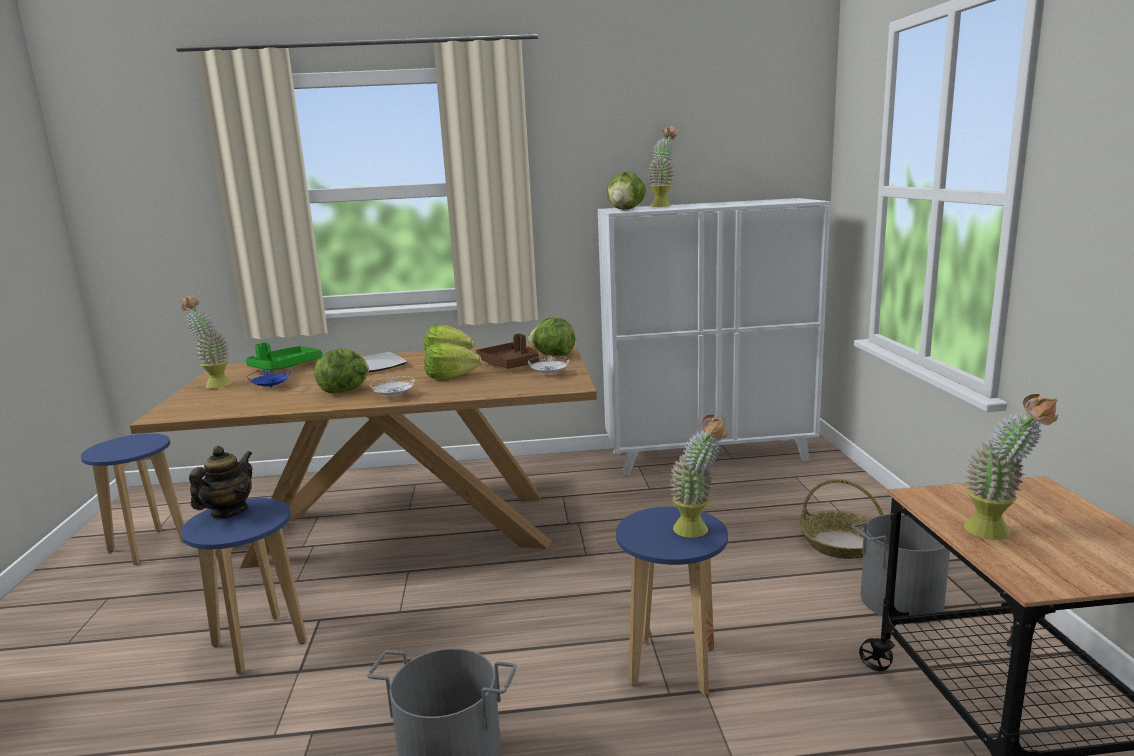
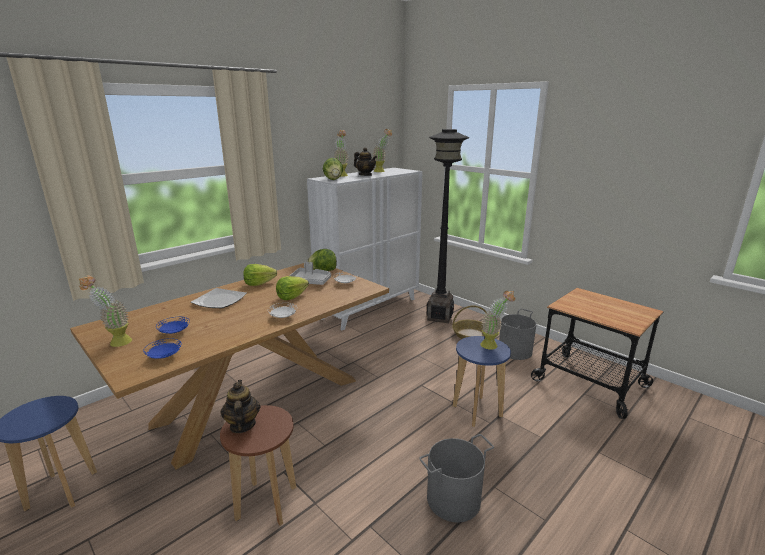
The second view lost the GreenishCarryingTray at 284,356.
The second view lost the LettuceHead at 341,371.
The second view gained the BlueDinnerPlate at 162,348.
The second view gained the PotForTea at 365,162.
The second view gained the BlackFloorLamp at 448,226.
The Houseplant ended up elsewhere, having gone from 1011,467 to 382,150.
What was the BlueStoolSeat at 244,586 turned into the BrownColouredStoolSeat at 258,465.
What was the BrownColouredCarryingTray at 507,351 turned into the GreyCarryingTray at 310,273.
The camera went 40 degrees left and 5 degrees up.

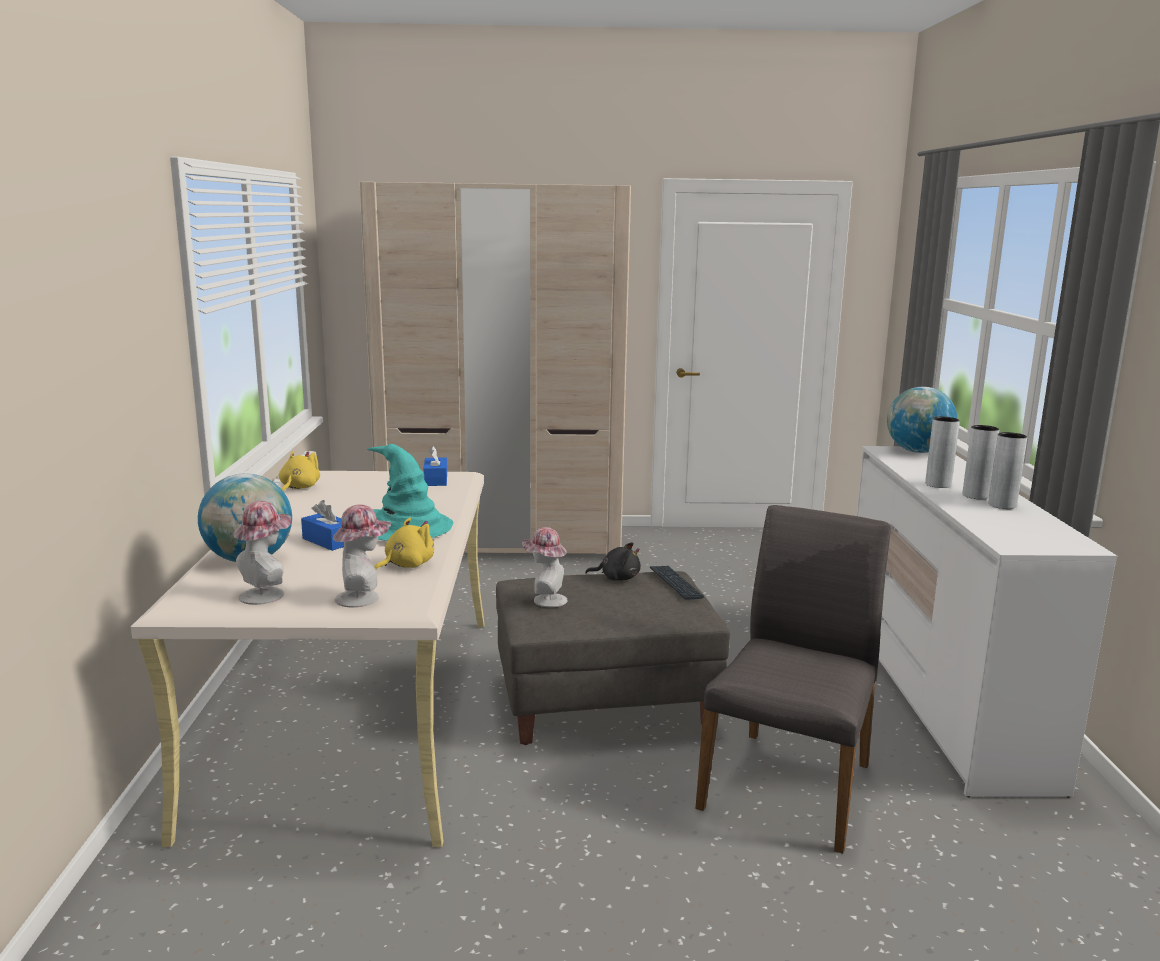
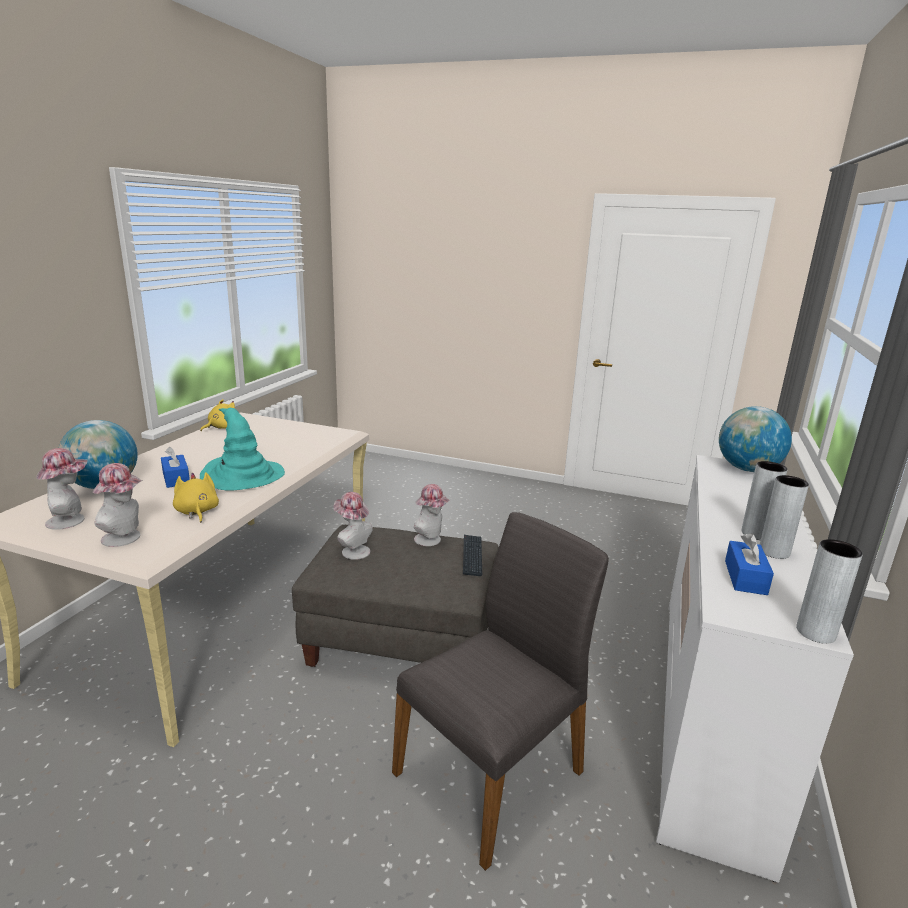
The second view lost the BeigeWardrobe at 495,368.
The BlueBoxOfTissues ended up elsewhere, having gone from 435,466 to 749,564.
The GreyDecorativeVase ended up elsewhere, having gone from 942,452 to 829,591.
Where the BlackSoftToy stood at 613,561, the ClothingHat came to stand at 432,515.
The YellowishSoftToy at 404,543 ended up facing another way, 90 degrees counterclockwise from before.
The camera went 20 degrees right and 5 degrees up.

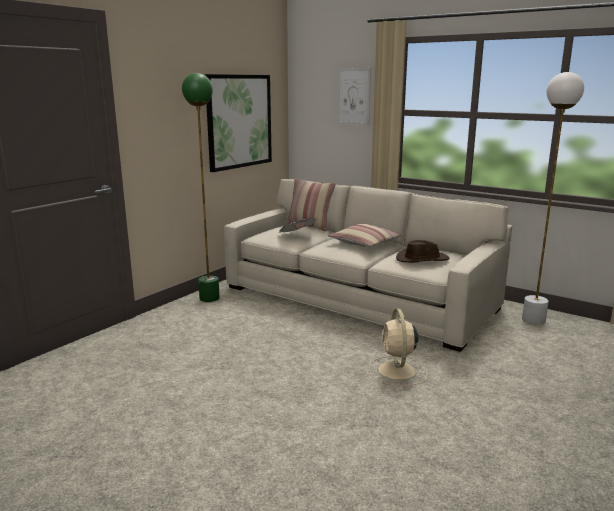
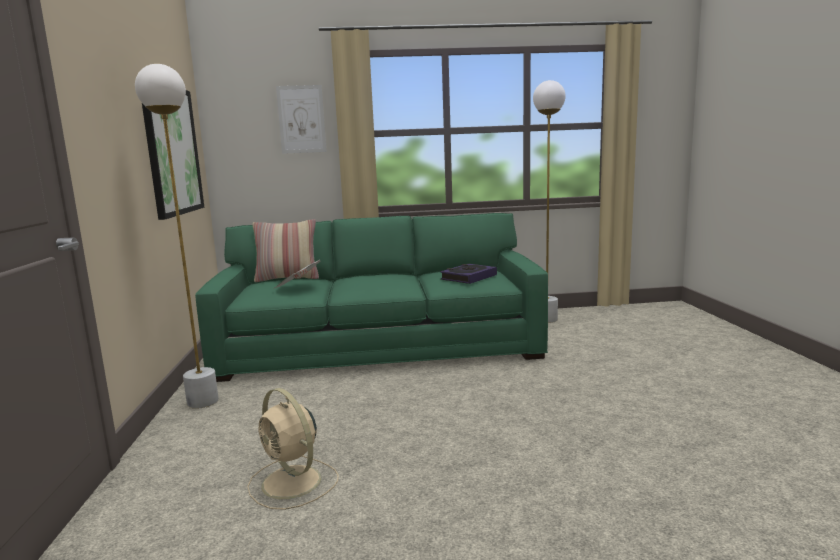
The second view lost the Cushion at 365,235.
The BeigeFan ended up elsewhere, having gone from 398,347 to 293,449.
Where the BrownColouredClothingHat stood at 422,251, the BoundBook came to stand at 468,274.
What was the GreenishFloorLamp at 201,187 turned into the WhiteFloorLamp at 177,236.
What was the BeigeSofa at 368,265 turned into the GreenishSofa at 371,297.
The camera went 40 degrees left and 5 degrees down.

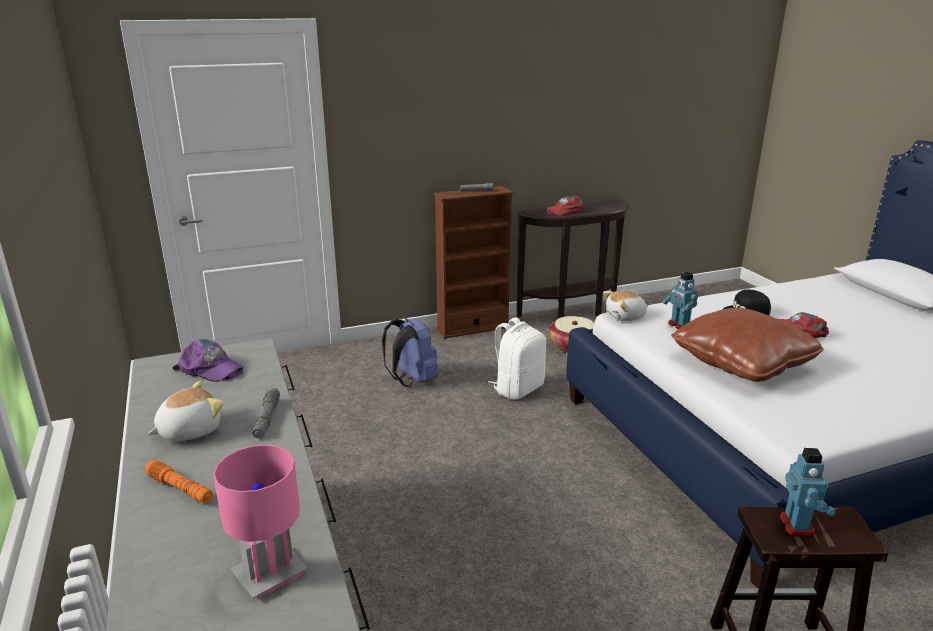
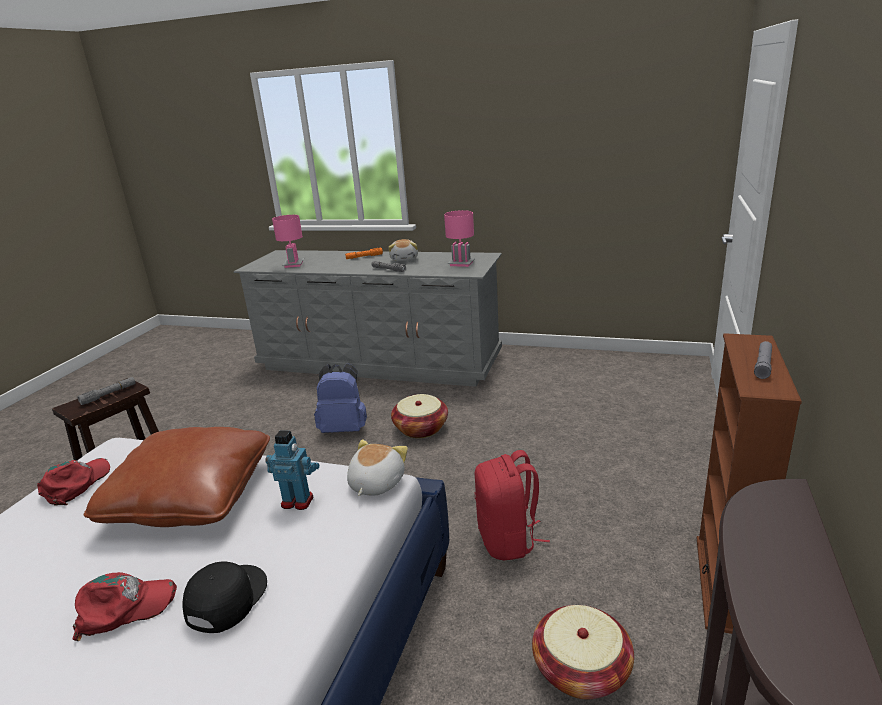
The second view gained the StorageBasket at 419,416.
The BlueKnapsack ended up elsewhere, having gone from 410,352 to 340,398.
The RedBaseballCap ended up elsewhere, having gone from 565,205 to 73,482.
Where the PurpleColouredBaseballCap stood at 207,360, the PinkColouredLampForATable came to stand at 459,238.
Where the ToyRobot stood at 807,492, the GreyTorch came to stand at 107,391.
What was the WhiteKnapsack at 517,358 turned into the RedKnapsack at 512,505.
The camera went 130 degrees right and 0 degrees up.

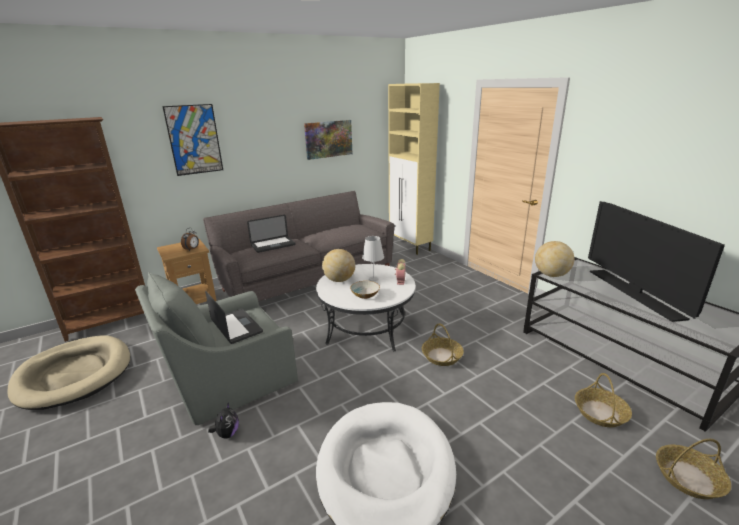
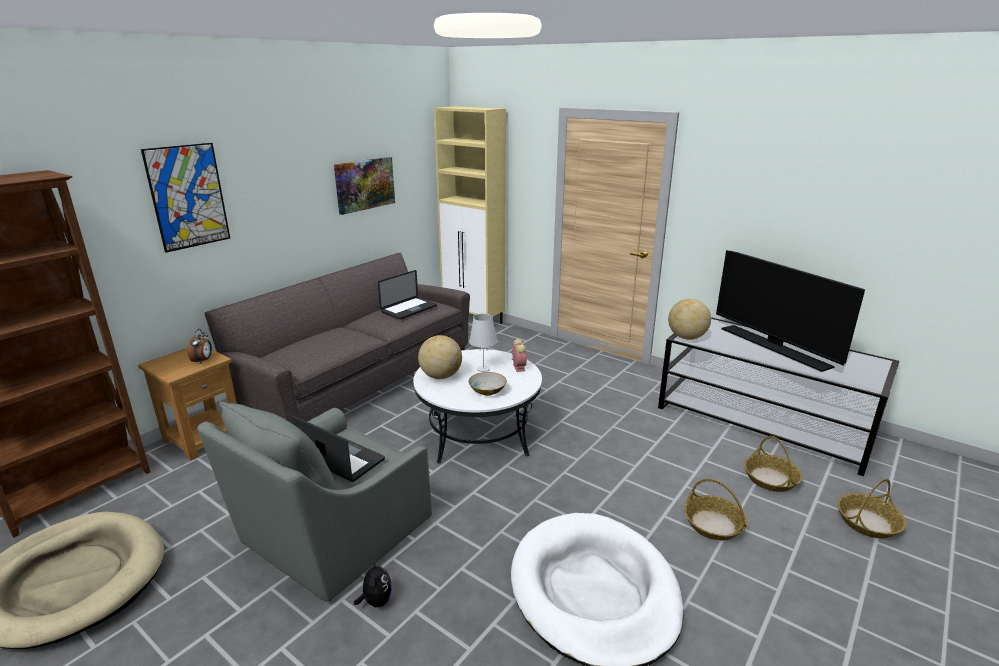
The NotebookComputer ended up elsewhere, having gone from 271,234 to 407,295.
The StorageBasket ended up elsewhere, having gone from 443,345 to 716,510.
The camera went 20 degrees left and 0 degrees up.

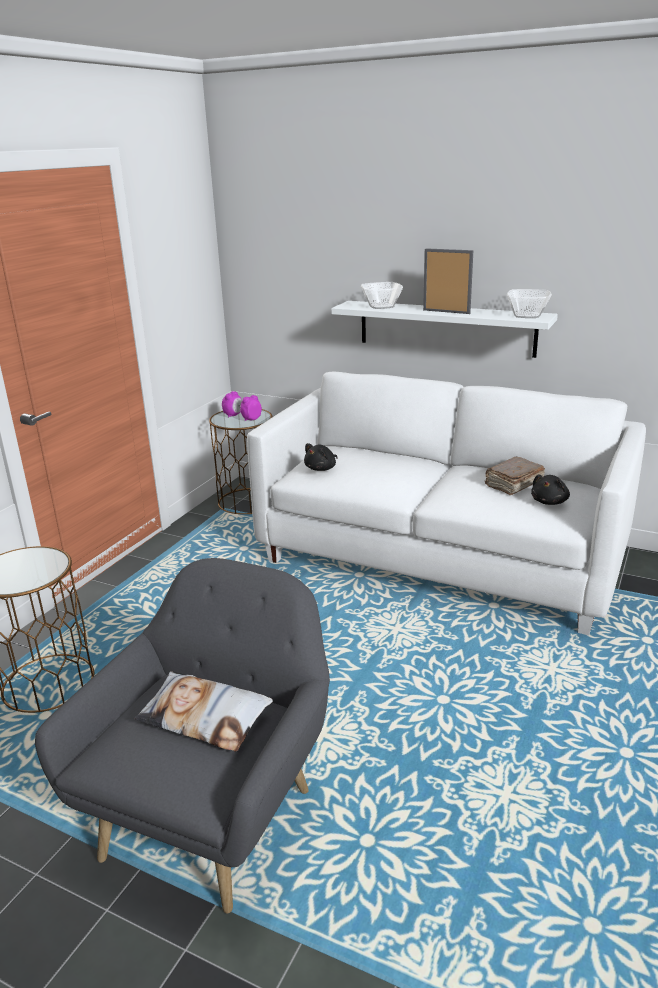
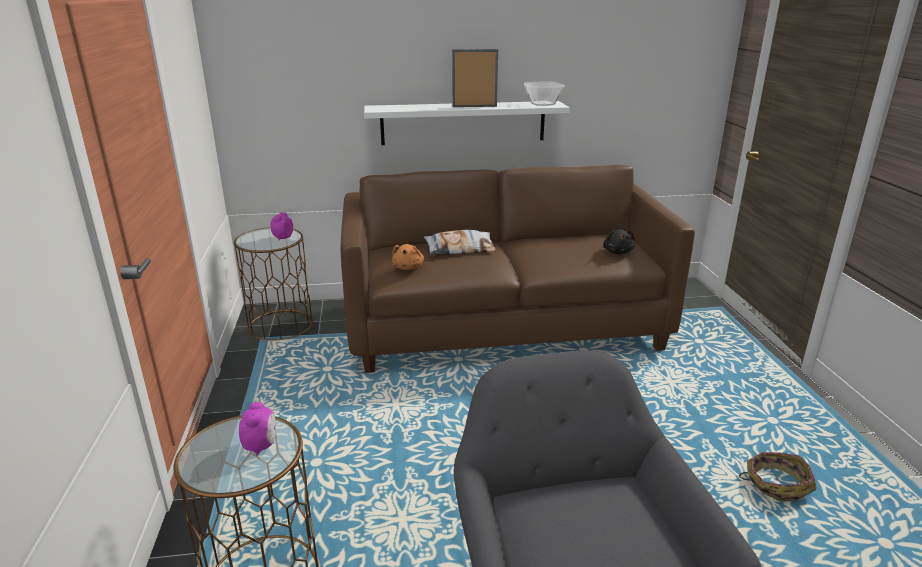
The second view lost the Bowl at 382,295.
The second view lost the BrownColouredBoundBook at 515,476.
The second view gained the StorageBasket at 777,476.
The Cushion ended up elsewhere, having gone from 203,711 to 460,242.
The TableClock ended up elsewhere, having gone from 232,404 to 257,429.
What was the WhiteSofa at 446,503 turned into the BrownColouredSofa at 517,269.
What was the BlackSoftToy at 321,457 turned into the OrangeySoftToy at 408,257.
The camera went 35 degrees left and 0 degrees up.

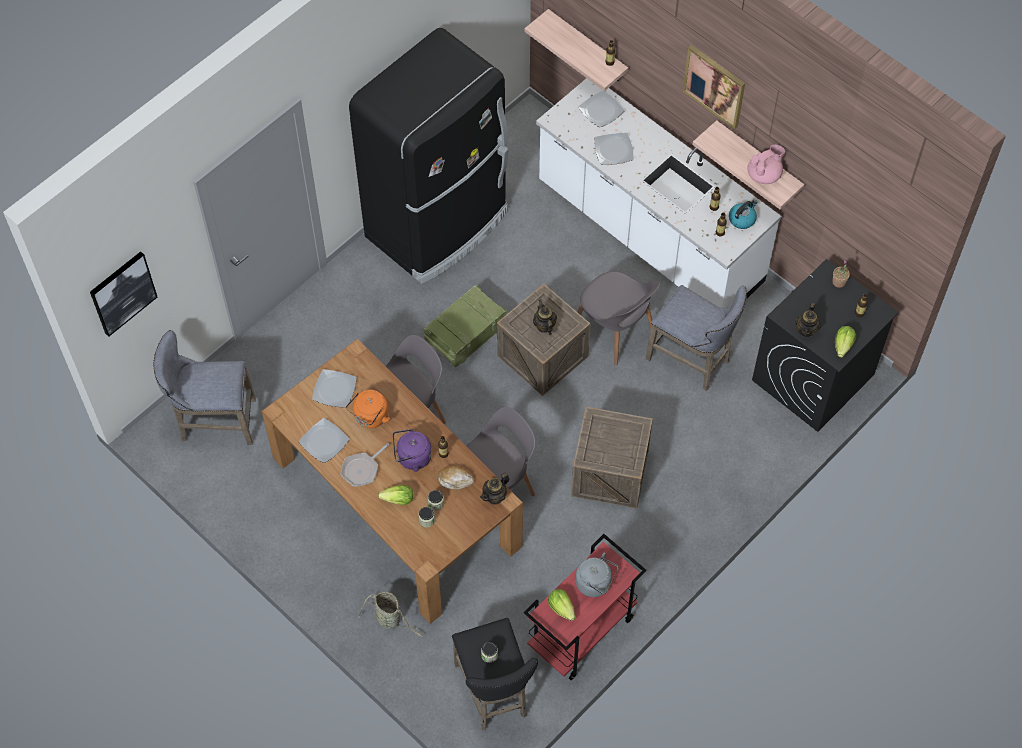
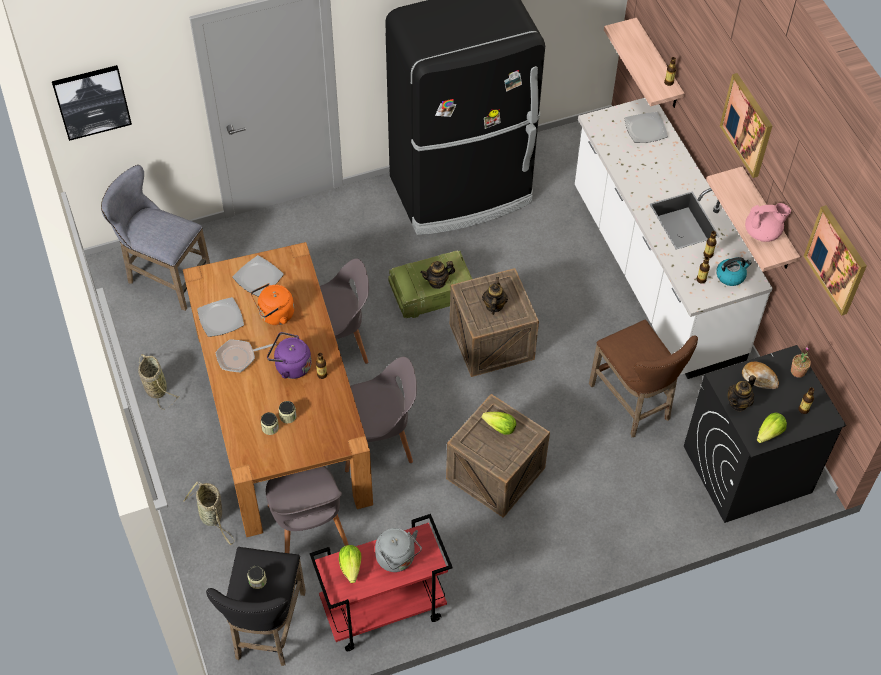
The second view lost the DinnerPlate at 614,149.
The second view gained the StorageBasket at 158,381.
The second view gained the WallPicture at 835,260.
The LettuceHead ended up elsewhere, having gone from 395,495 to 499,423.
The BakedBread ended up elsewhere, having gone from 456,477 to 760,375.
The PotForTea ended up elsewhere, having gone from 494,489 to 437,275.
The GreyPlainChair ended up elsewhere, having gone from 619,318 to 307,509.
What was the GreyStoolSeat at 696,338 turned into the BrownColouredStoolSeat at 643,378.
The camera went 25 degrees right and 5 degrees down.

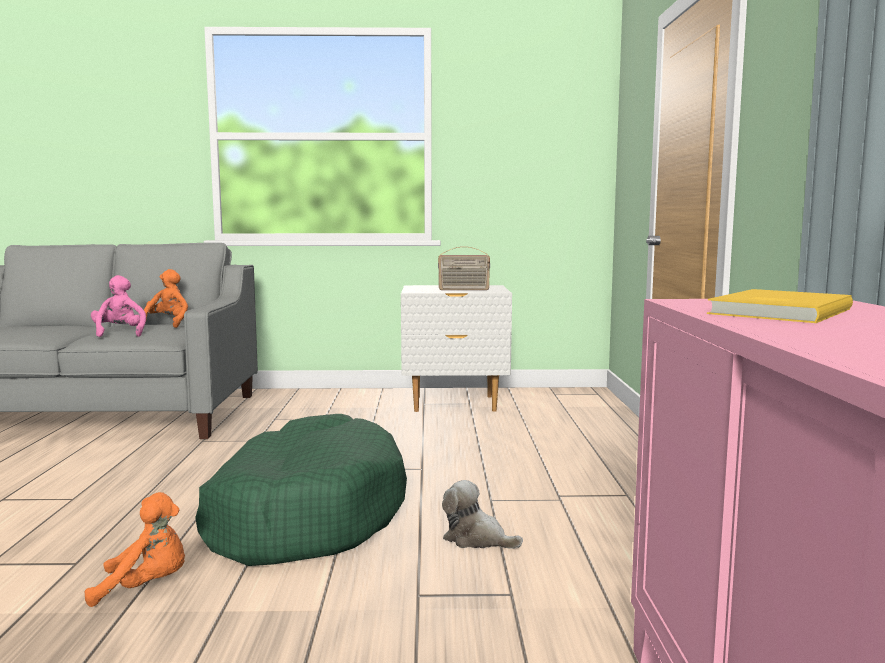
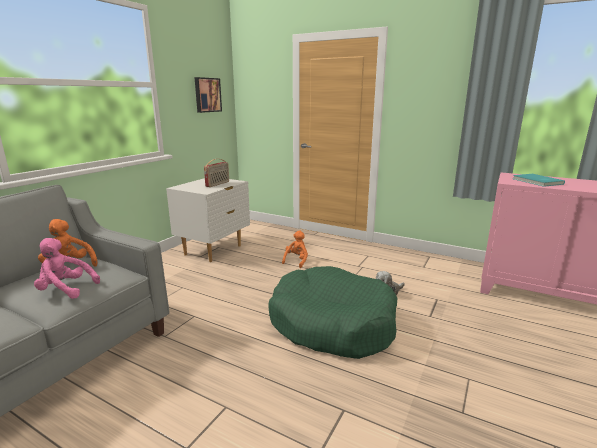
The second view gained the WallPicture at 208,95.
The OrangeySoftToy ended up elsewhere, having gone from 135,549 to 295,249.
What was the YellowishBoundBook at 780,306 turned into the BlueGreenBoundBook at 539,180.
The camera went 60 degrees left and 10 degrees up.

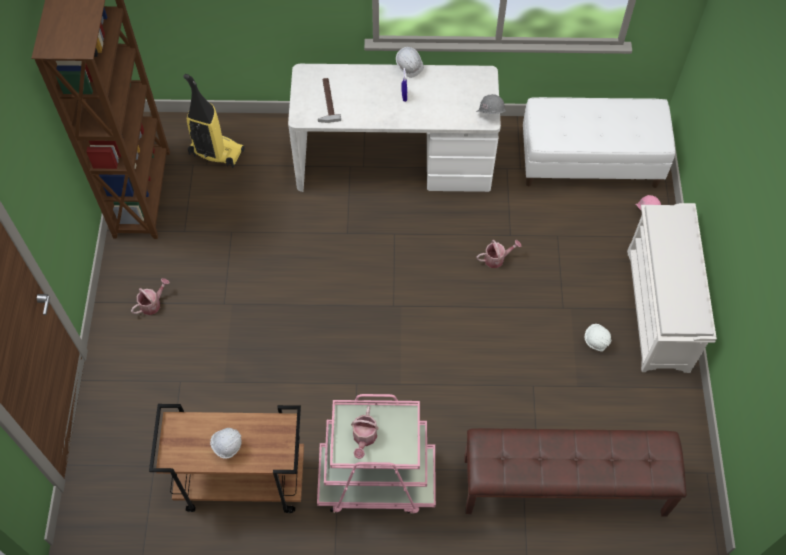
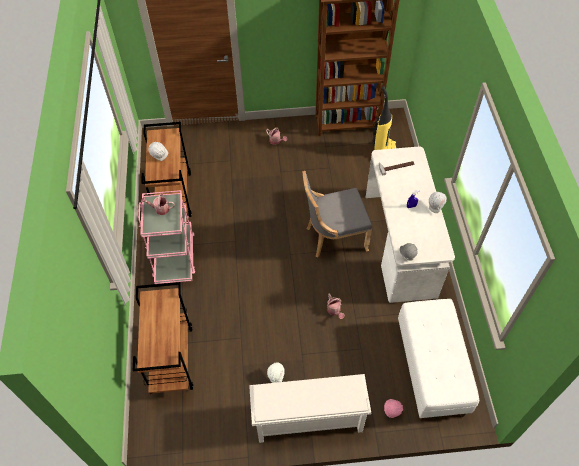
The second view gained the GreyPlainChair at 337,214.
Where the BrownColouredLongSeat stood at 575,472, the BrownColouredWheeledCart came to stand at 163,338.
The camera went 85 degrees right and 5 degrees down.

